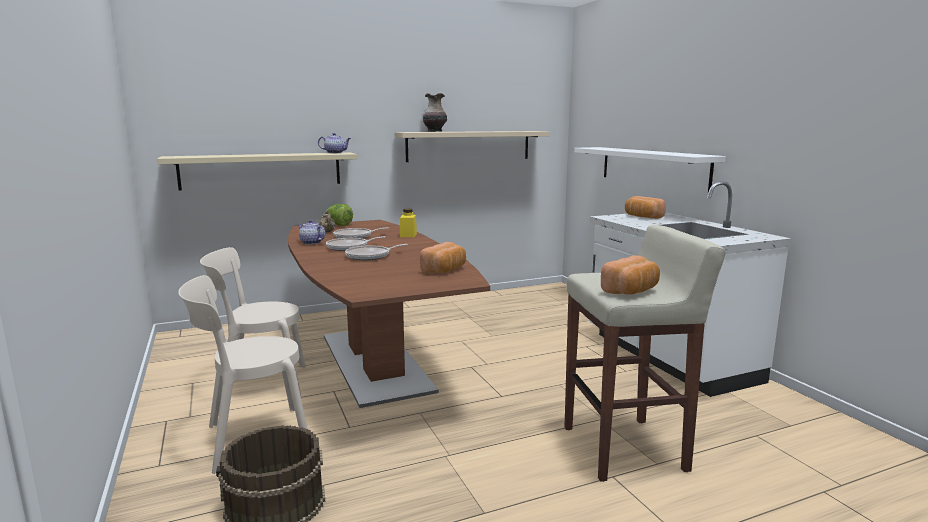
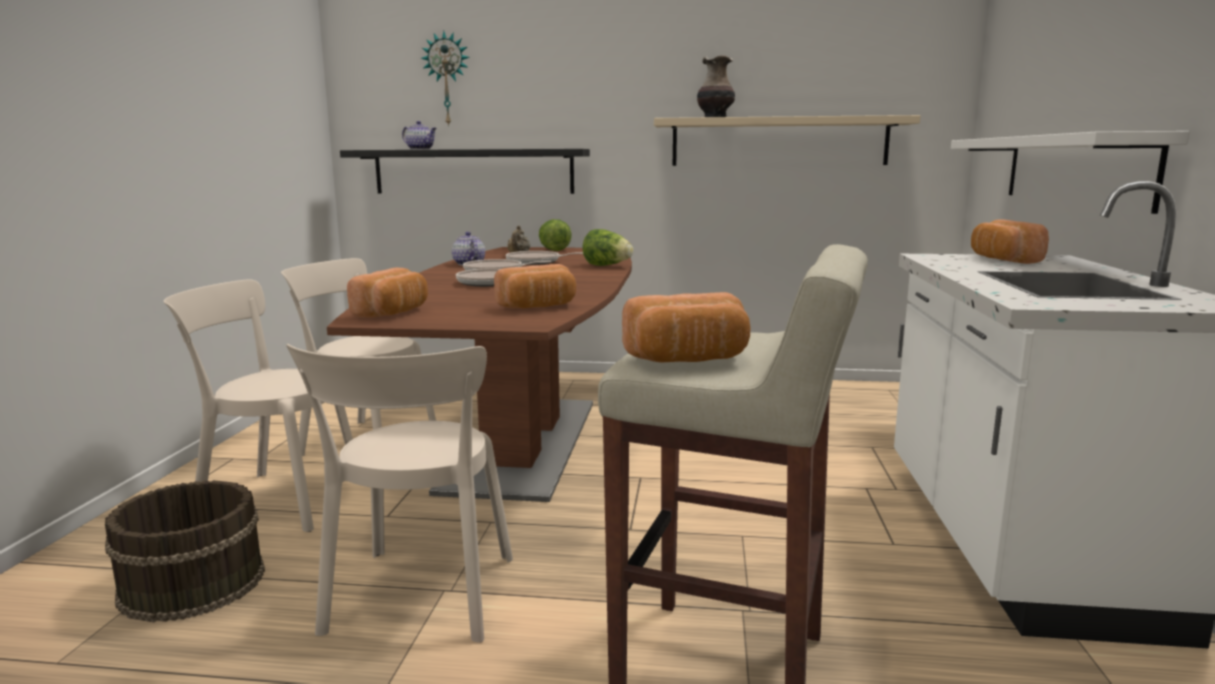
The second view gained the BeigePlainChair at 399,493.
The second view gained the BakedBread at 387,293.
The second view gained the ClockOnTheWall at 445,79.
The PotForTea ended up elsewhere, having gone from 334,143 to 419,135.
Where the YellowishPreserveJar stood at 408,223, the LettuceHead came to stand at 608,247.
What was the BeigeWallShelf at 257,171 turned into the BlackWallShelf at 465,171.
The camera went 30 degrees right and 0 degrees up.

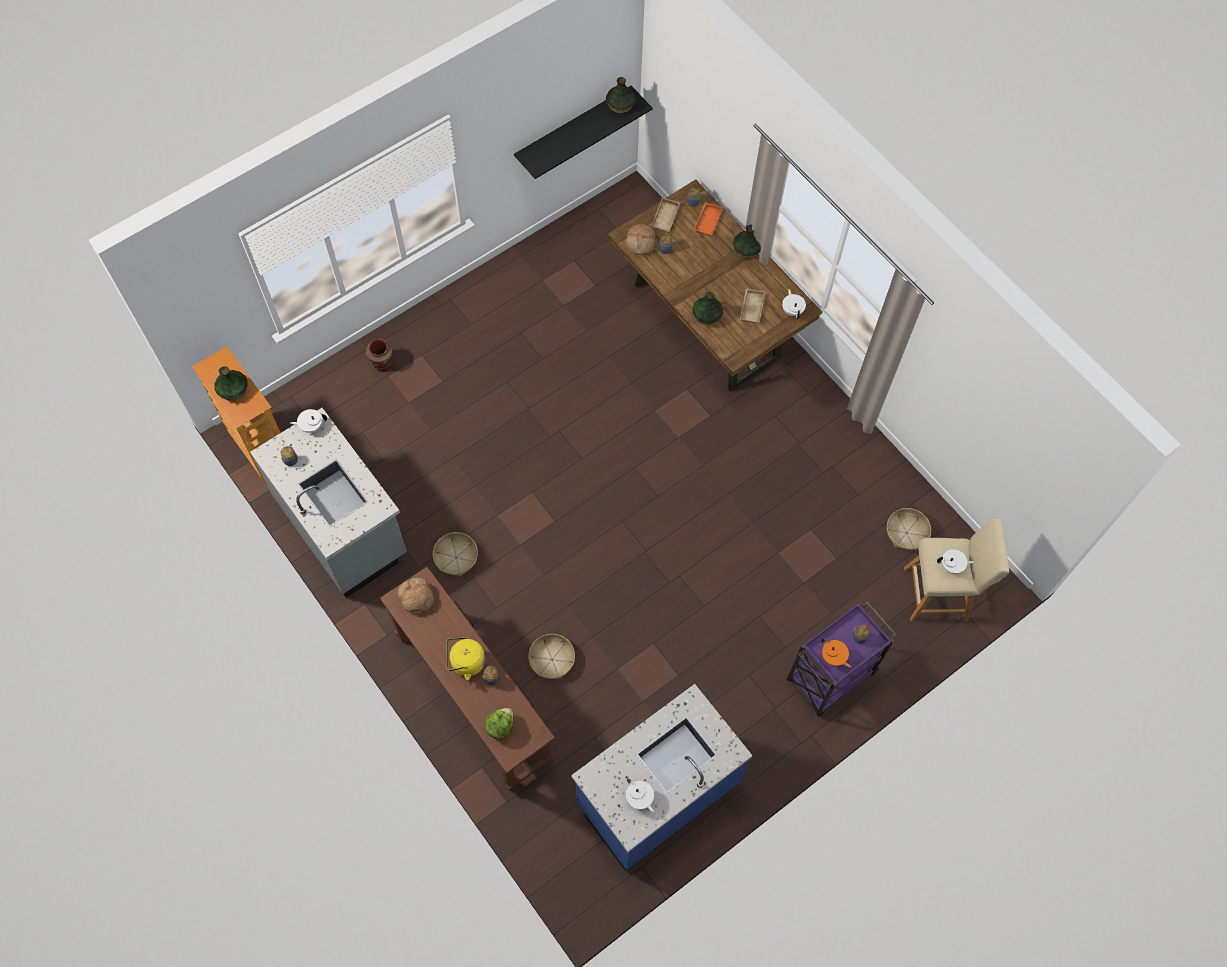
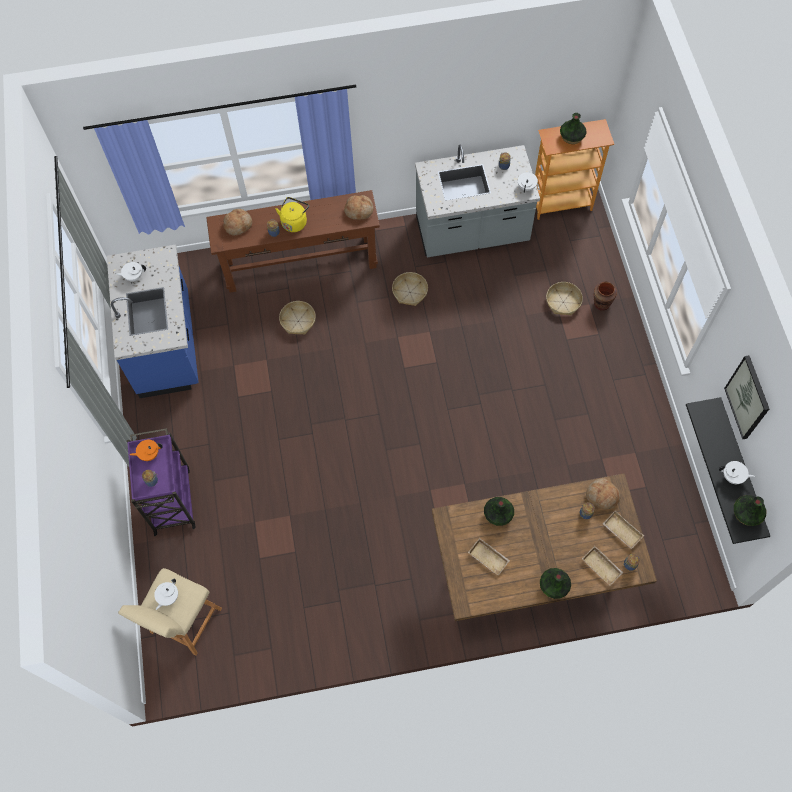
The second view gained the WallPicture at 746,397.
The WhitePotForTea ended up elsewhere, having gone from 794,304 to 737,472.
The StorageBasket ended up elsewhere, having gone from 908,529 to 564,299.
Where the LettuceHead stood at 499,724, the BakedBread came to stand at 238,222.
What was the OrangeyCarryingTray at 708,219 turned into the BeigeCarryingTray at 602,566.
The camera went 120 degrees right and 0 degrees up.

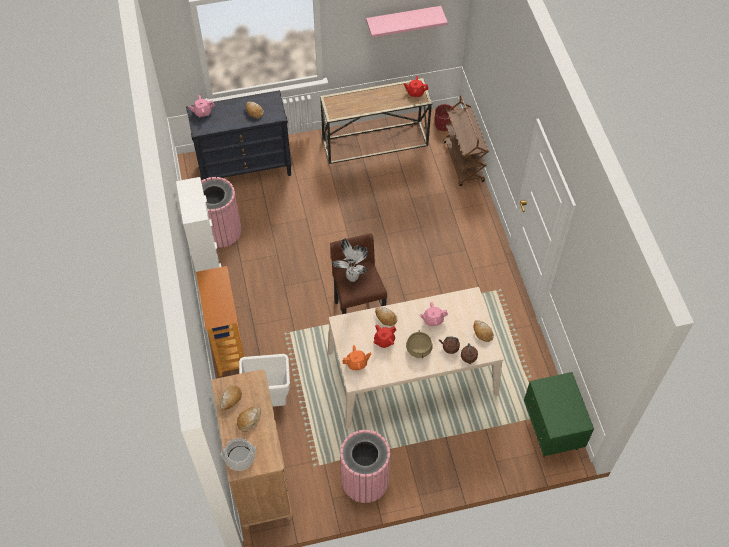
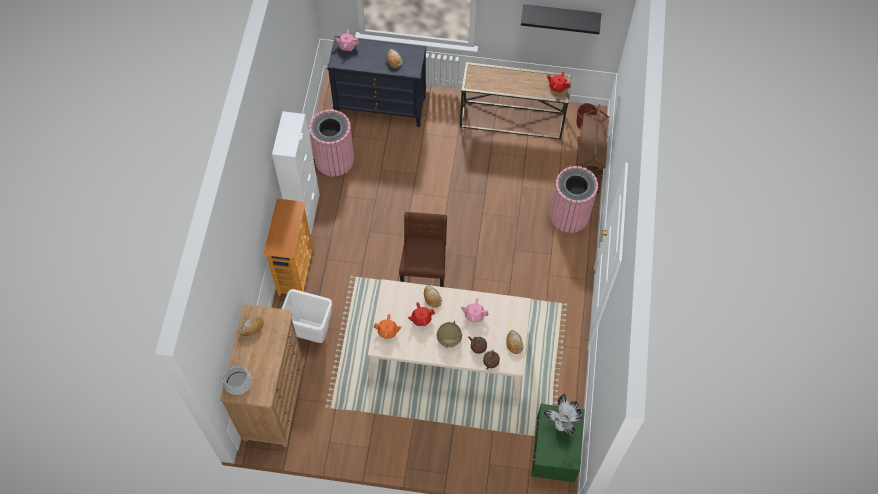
The second view lost the BakedBread at 249,419.
The Houseplant ended up elsewhere, having gone from 350,260 to 563,414.
The PinkColouredTrashCan ended up elsewhere, having gone from 365,466 to 573,199.
What was the PinkColouredWallShelf at 407,21 turned into the BlackWallShelf at 561,19.
The camera went 20 degrees right and 5 degrees up.

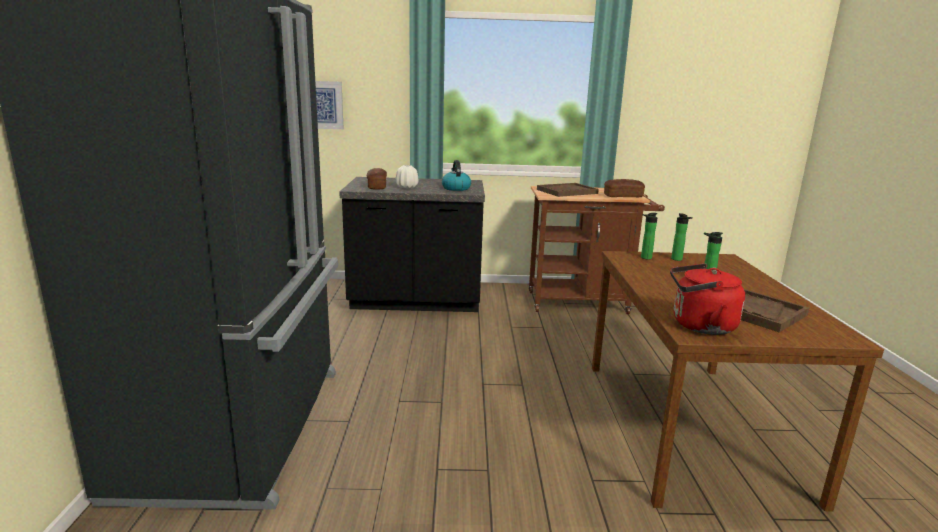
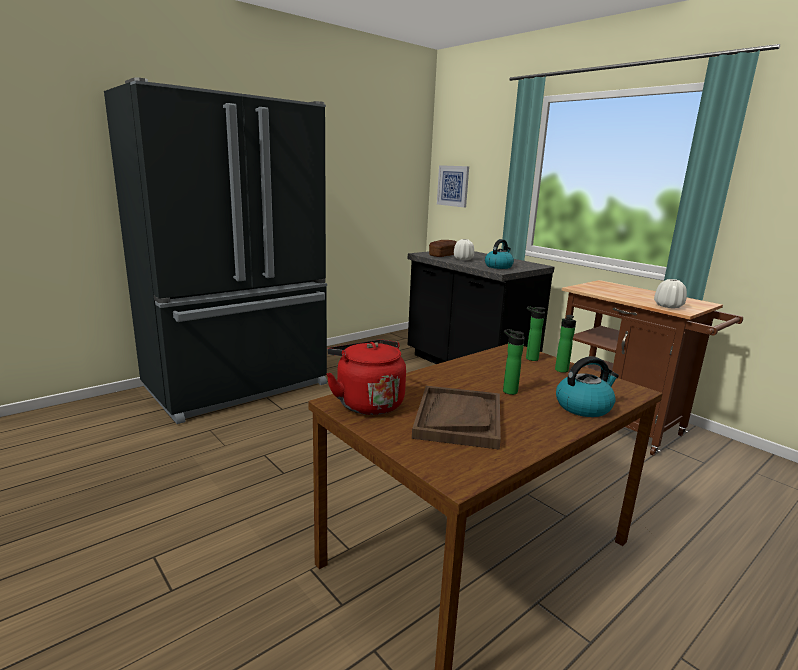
The second view lost the BrownColouredCarryingTray at 568,190.
The second view gained the WaterKettle at 587,387.
Where the BakedBread stood at 624,188, the WhiteDecorativeVase came to stand at 670,293.
The camera went 50 degrees right and 0 degrees up.

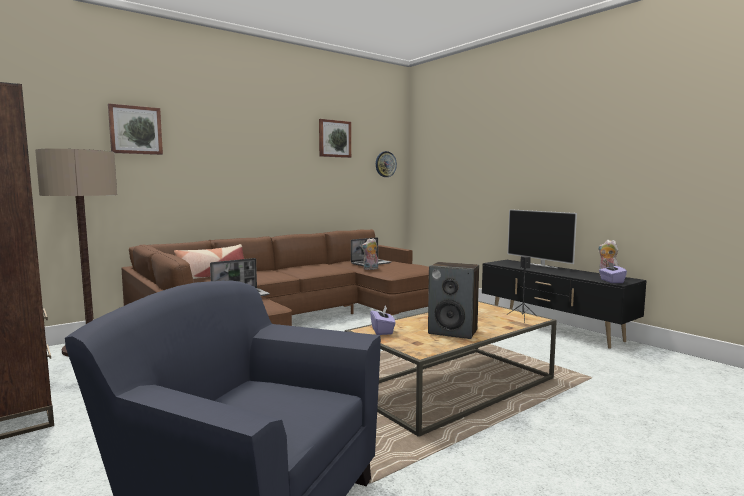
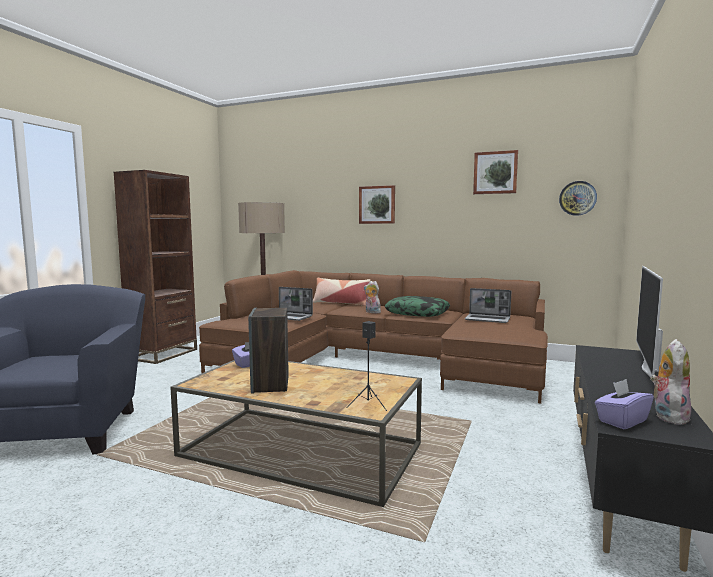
The second view gained the Cushion at 417,306.
The WallPicture ended up elsewhere, having gone from 135,129 to 377,204.
The SoftToy ended up elsewhere, having gone from 369,254 to 372,297.
The camera went 60 degrees right and 0 degrees up.

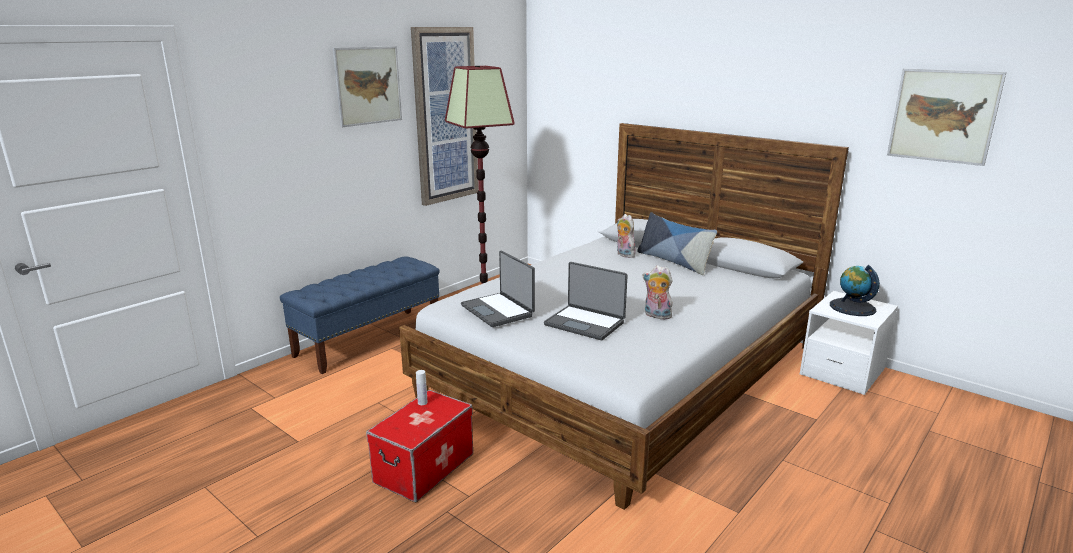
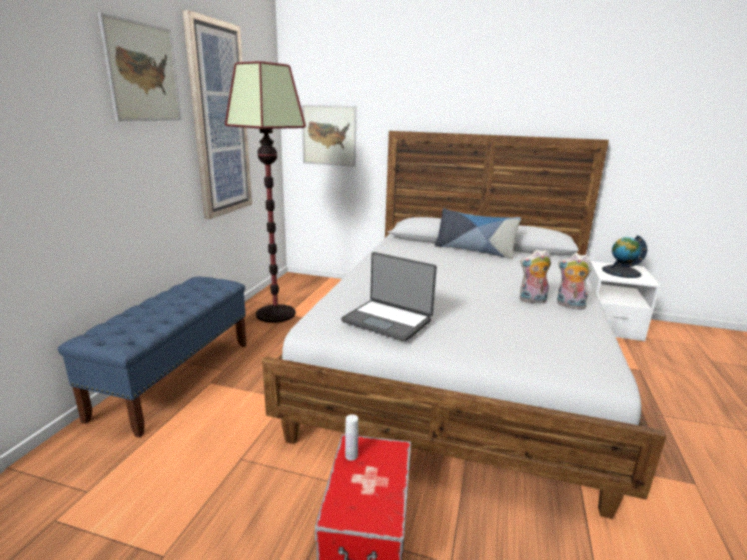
The second view lost the NotebookComputer at 586,301.
The SoftToy ended up elsewhere, having gone from 626,236 to 574,281.
The WallPicture ended up elsewhere, having gone from 946,117 to 328,136.
The camera went 25 degrees left and 0 degrees up.

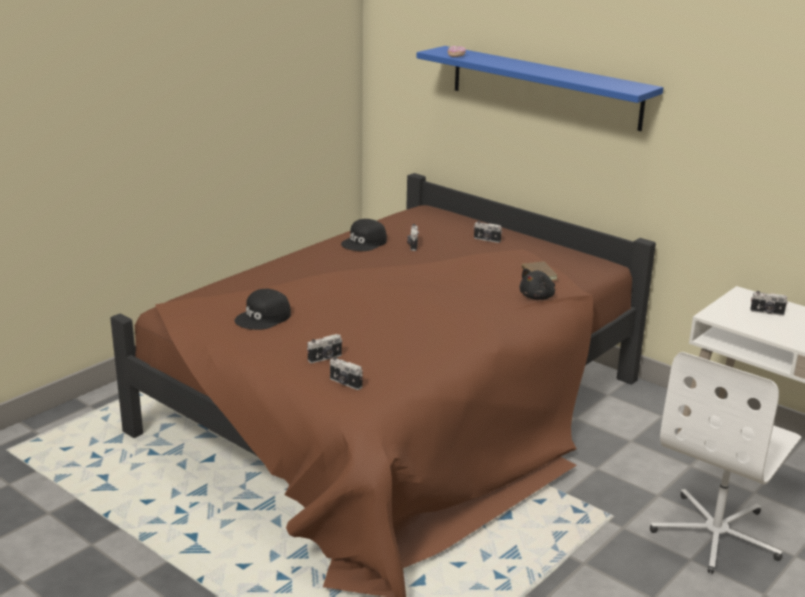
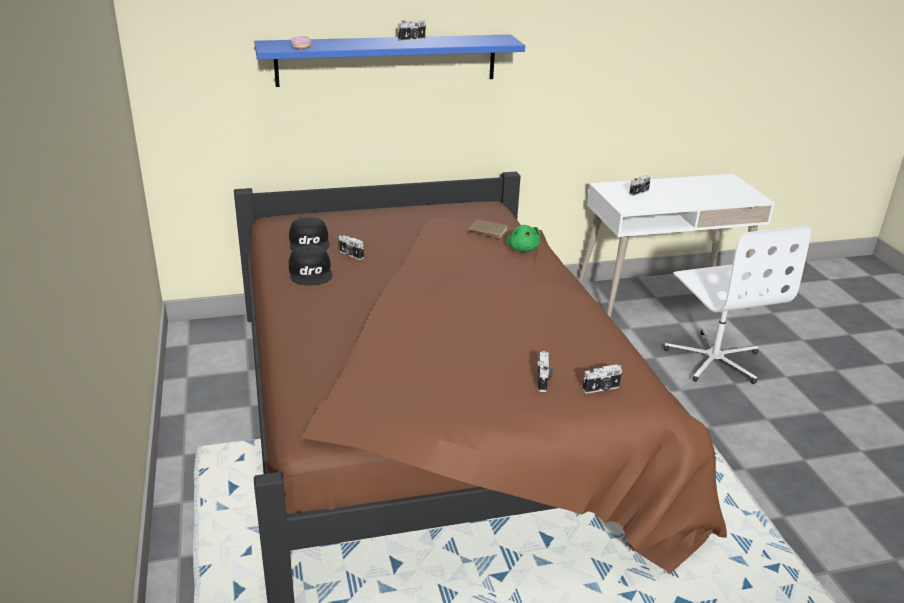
The BlackBaseballCap ended up elsewhere, having gone from 262,309 to 309,233.
The PhotoCamera ended up elsewhere, having gone from 488,232 to 412,30.
What was the BlackSoftToy at 537,284 turned into the GreenishSoftToy at 524,238.
The camera went 55 degrees left and 5 degrees up.

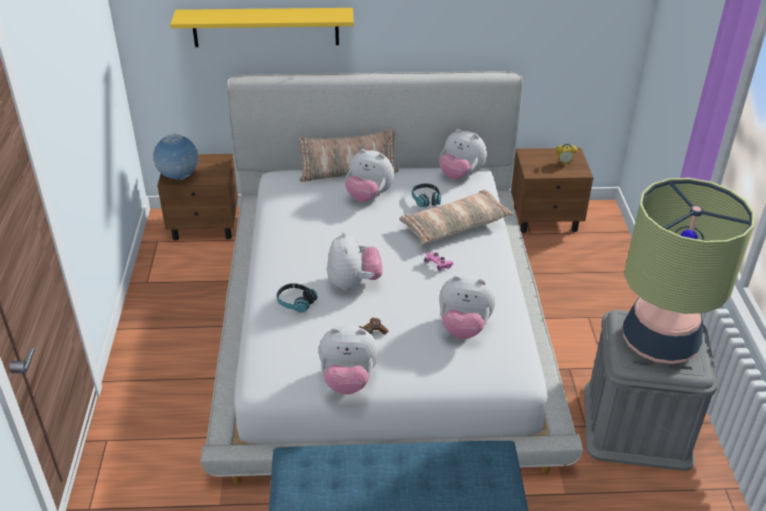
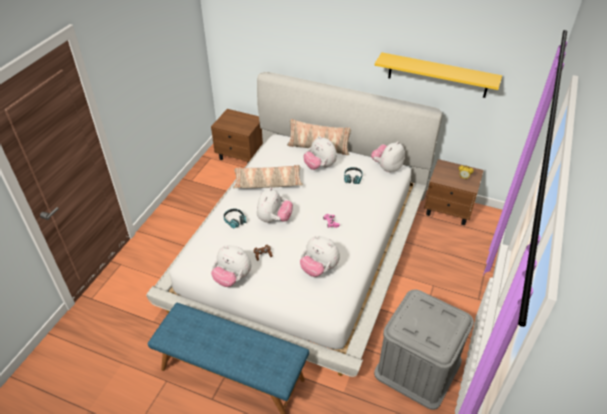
The second view lost the Globe at 176,156.
The second view lost the LampForATable at 689,271.
The YellowishWallShelf ended up elsewhere, having gone from 262,27 to 438,75.
The Cushion ended up elsewhere, having gone from 456,217 to 268,176.
The SoftToy at 463,154 ended up facing another way, 75 degrees clockwise from before.
The camera went 25 degrees right and 5 degrees up.

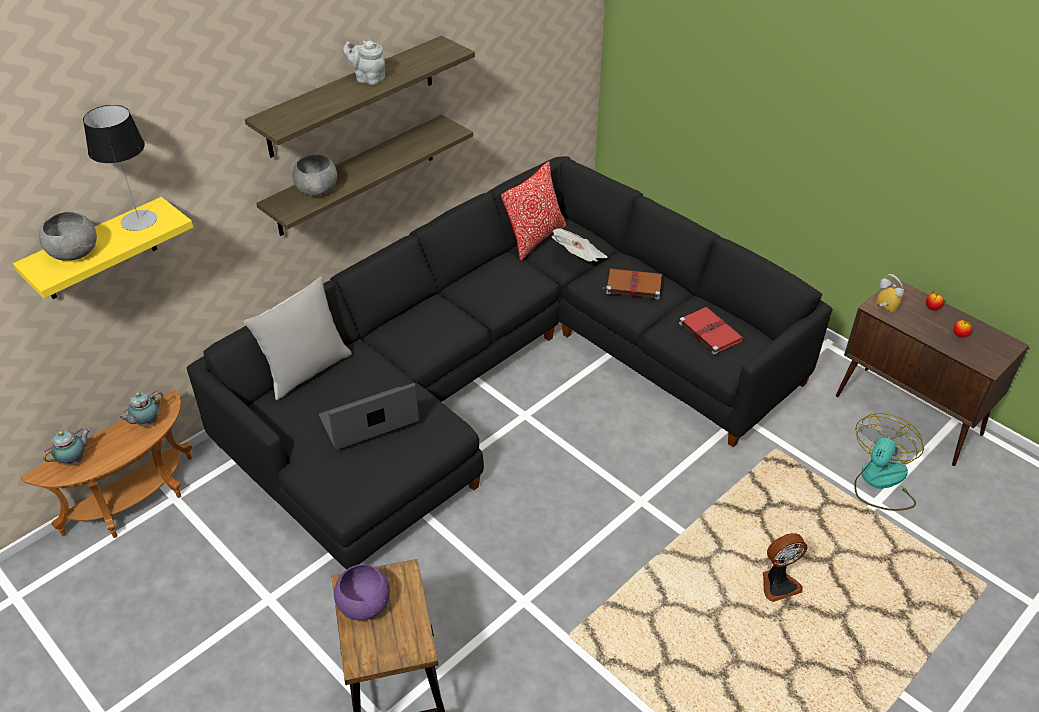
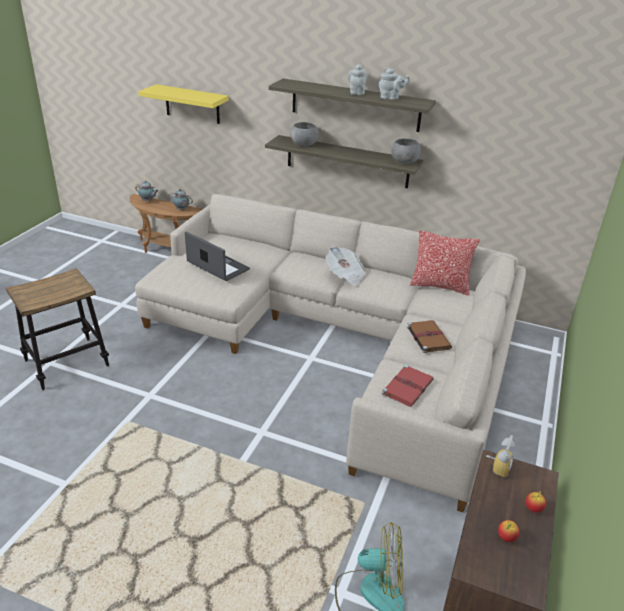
The second view lost the LampForATable at 120,168.
The second view lost the GreyCushion at 298,338.
The second view lost the PurpleColouredBowl at 362,592.
The second view lost the Fan at 785,567.
The second view gained the GreyPotForTea at 394,84.
The GreyBowl ended up elsewhere, having gone from 68,236 to 406,151.
The PrintedPaper ended up elsewhere, having gone from 579,245 to 346,266.
What was the BlackSofa at 510,362 turned into the BeigeSofa at 330,353.
The camera went 65 degrees right and 10 degrees down.

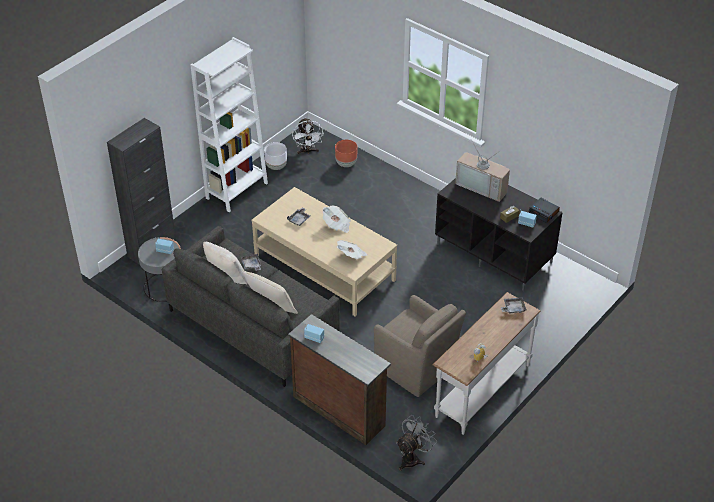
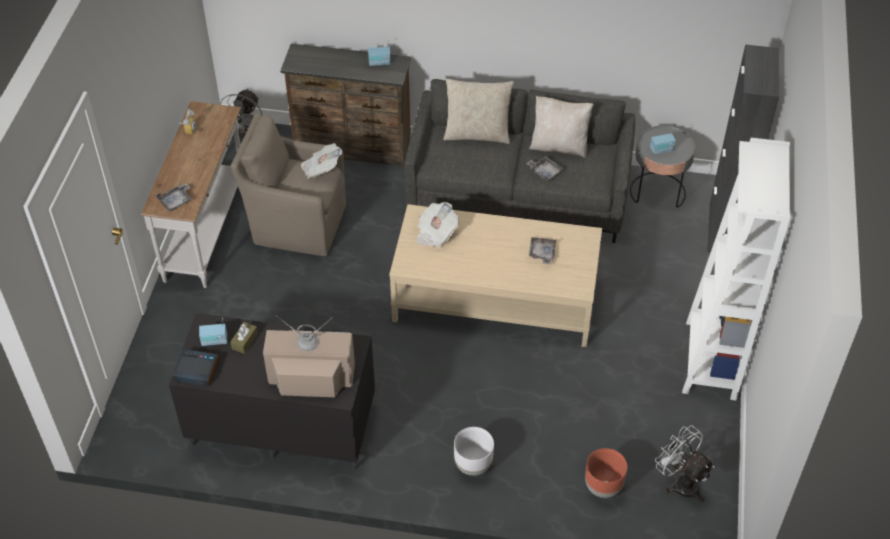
The WhiteFlowerPot ended up elsewhere, having gone from 275,156 to 474,451.
The PrintedPaper ended up elsewhere, having gone from 337,219 to 321,161.
The camera went 150 degrees right and 5 degrees up.

